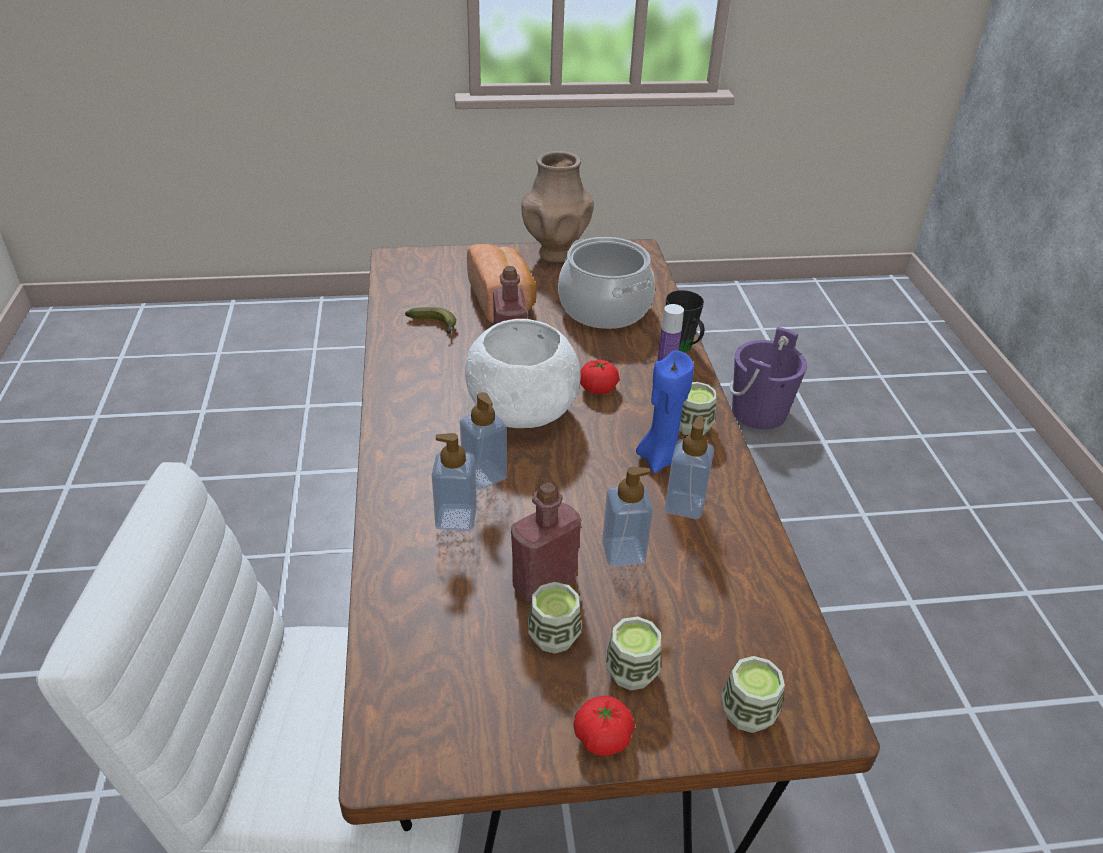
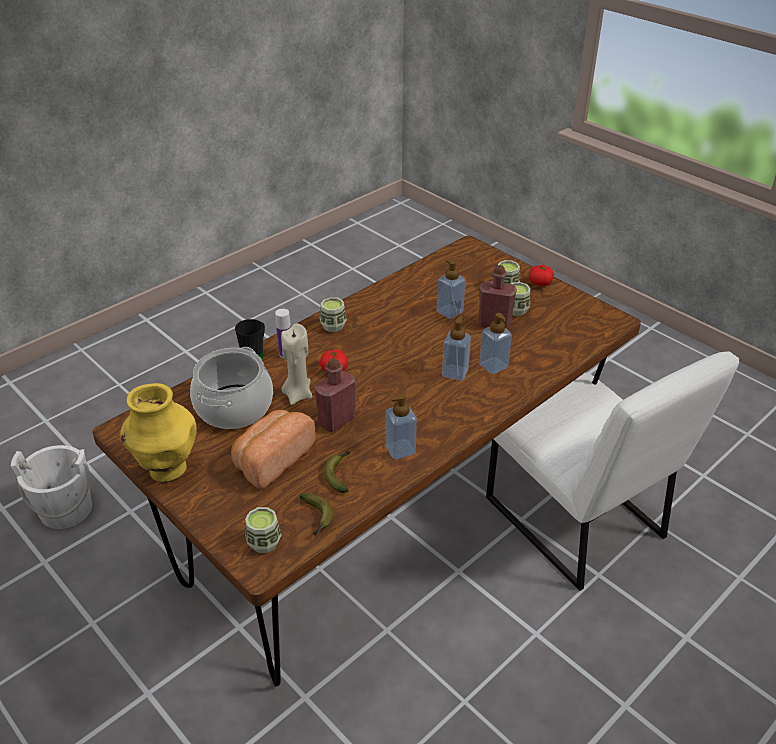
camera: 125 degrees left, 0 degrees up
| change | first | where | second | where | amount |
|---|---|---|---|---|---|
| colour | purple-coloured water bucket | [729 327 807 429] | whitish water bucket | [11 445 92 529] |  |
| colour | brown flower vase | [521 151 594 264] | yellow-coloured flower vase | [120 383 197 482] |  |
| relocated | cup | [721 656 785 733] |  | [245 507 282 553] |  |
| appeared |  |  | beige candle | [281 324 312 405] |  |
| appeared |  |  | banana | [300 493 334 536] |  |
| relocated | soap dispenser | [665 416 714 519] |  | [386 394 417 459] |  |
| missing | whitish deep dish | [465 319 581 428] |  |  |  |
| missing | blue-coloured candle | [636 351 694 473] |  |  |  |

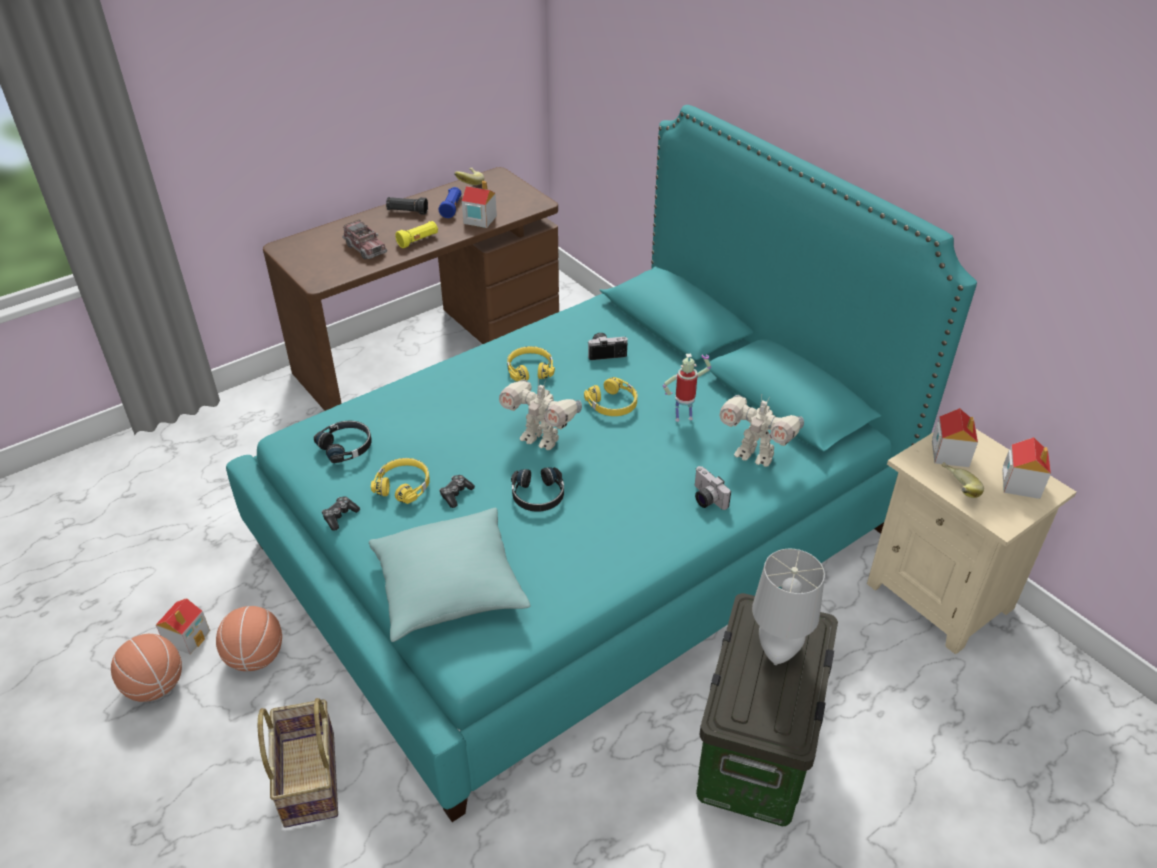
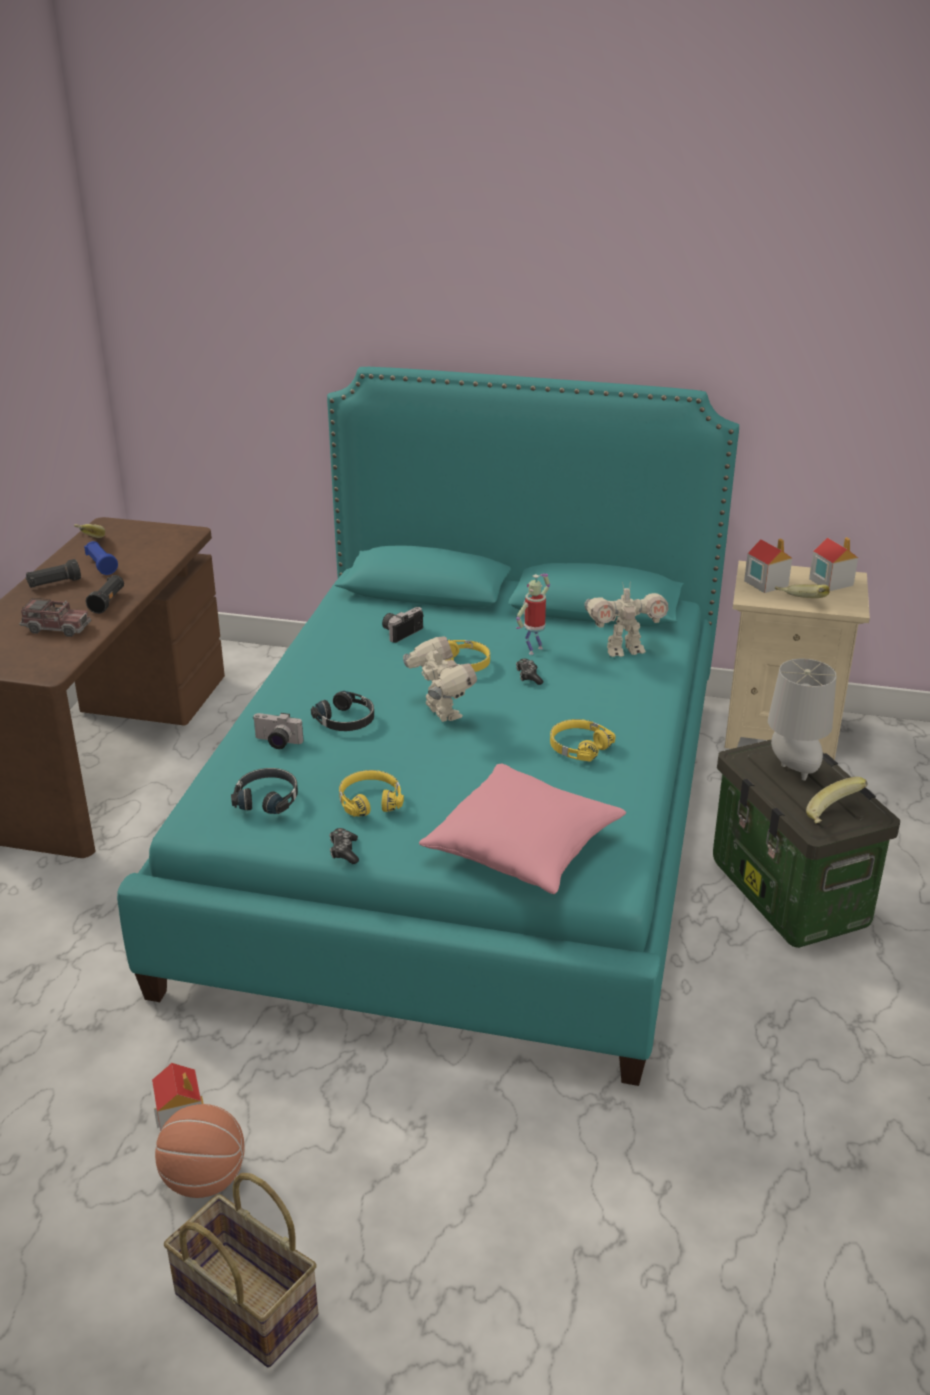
camera: 40 degrees left, 10 degrees down
| change | first | where | second | where | amount |
|---|---|---|---|---|---|
| colour | yellow-coloured flashlight | [395 221 438 248] | black-coloured flashlight | [86 575 124 614] |  |
| relocated | basket | [257 698 338 828] |  | [164 1173 318 1368] |  |
| relocated | still camera | [695 466 731 510] |  | [253 713 303 749] |  |
| relocated | black-coloured headset | [511 467 564 512] |  | [311 691 374 731] |  |
| spun | model robot | [499 378 582 450] |  | [403 636 477 722] | 105 degrees counterclockwise |
| colour | turquoise throw pillow | [369 508 531 642] | pink throw pillow | [419 764 626 894] |  |
| relocated | joypad | [439 475 475 508] |  | [516 659 543 685] |  |
| relocated | yellow-coloured headset | [507 346 555 381] |  | [550 719 616 762] |  |
| appeared |  |  | banana | [806 777 867 823] |  |
| missing | basketball | [216 606 282 671] |  |  |  |
| missing | model house | [462 181 497 228] |  |  |  |

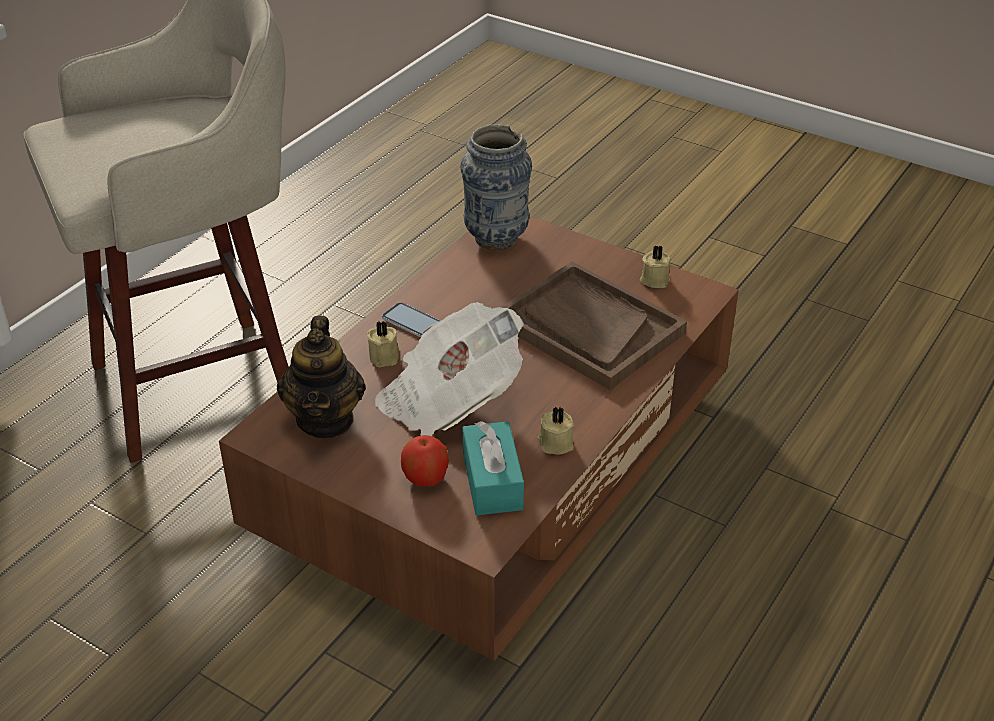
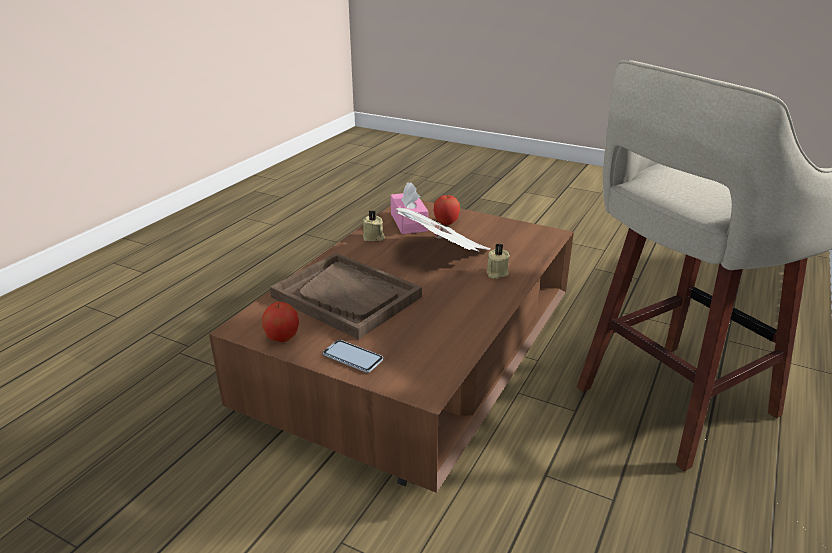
camera: 175 degrees right, 10 degrees down
| change | first | where | second | where | amount |
|---|---|---|---|---|---|
| exchanged | beige candle | [640 245 671 288] | whole apple | [262 302 299 342] |  |
| relocated | handset | [382 302 441 337] |  | [323 340 383 373] |  |
| colour | turquoise tissue box | [463 421 524 516] | pink tissue box | [391 182 428 234] |  |
| missing | tea pot | [277 316 366 438] |  |  |  |
| missing | flower vase | [461 124 532 250] |  |  |  |

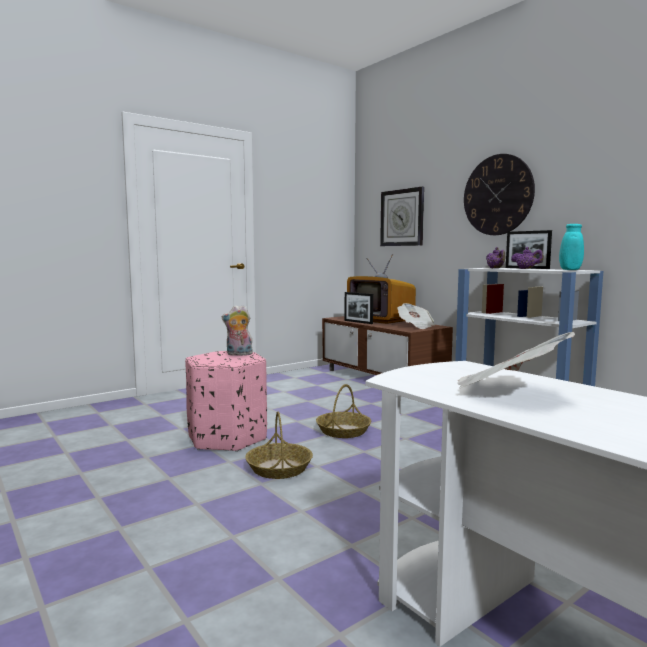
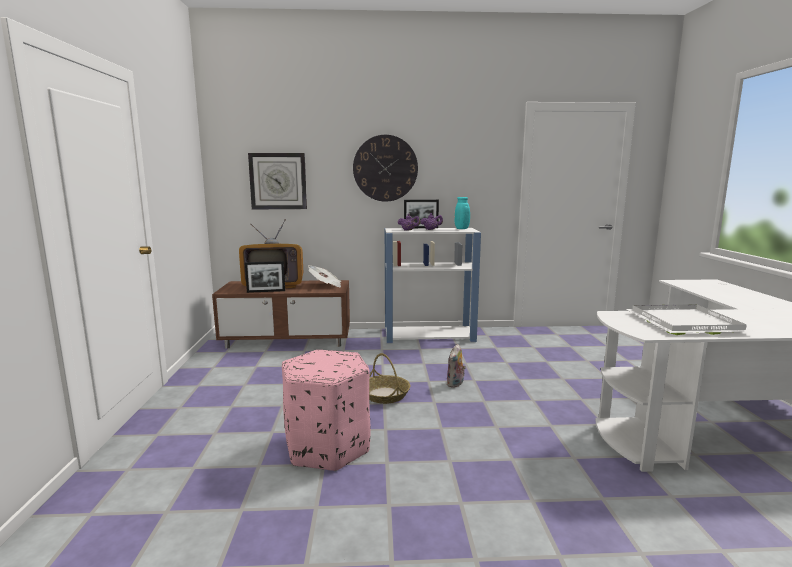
camera: 55 degrees left, 5 degrees up
| change | first | where | second | where | amount |
|---|---|---|---|---|---|
| relocated | soft toy | [222 305 253 356] |  | [446 344 466 388] |  |
| exchanged | daily paper | [458 332 575 389] | whitish carrying tray | [626 304 755 335] |  |
| missing | basket | [245 412 313 479] |  |  |  |

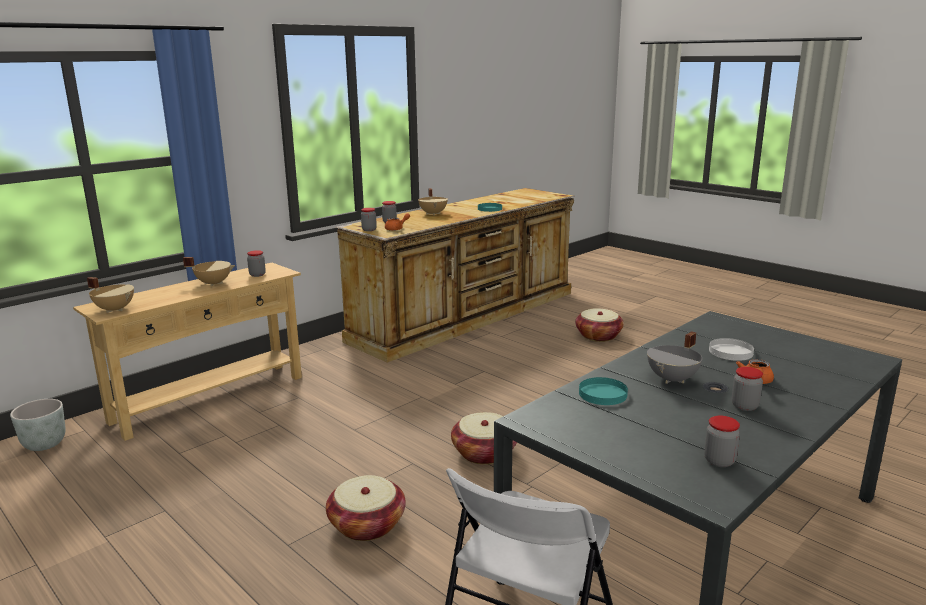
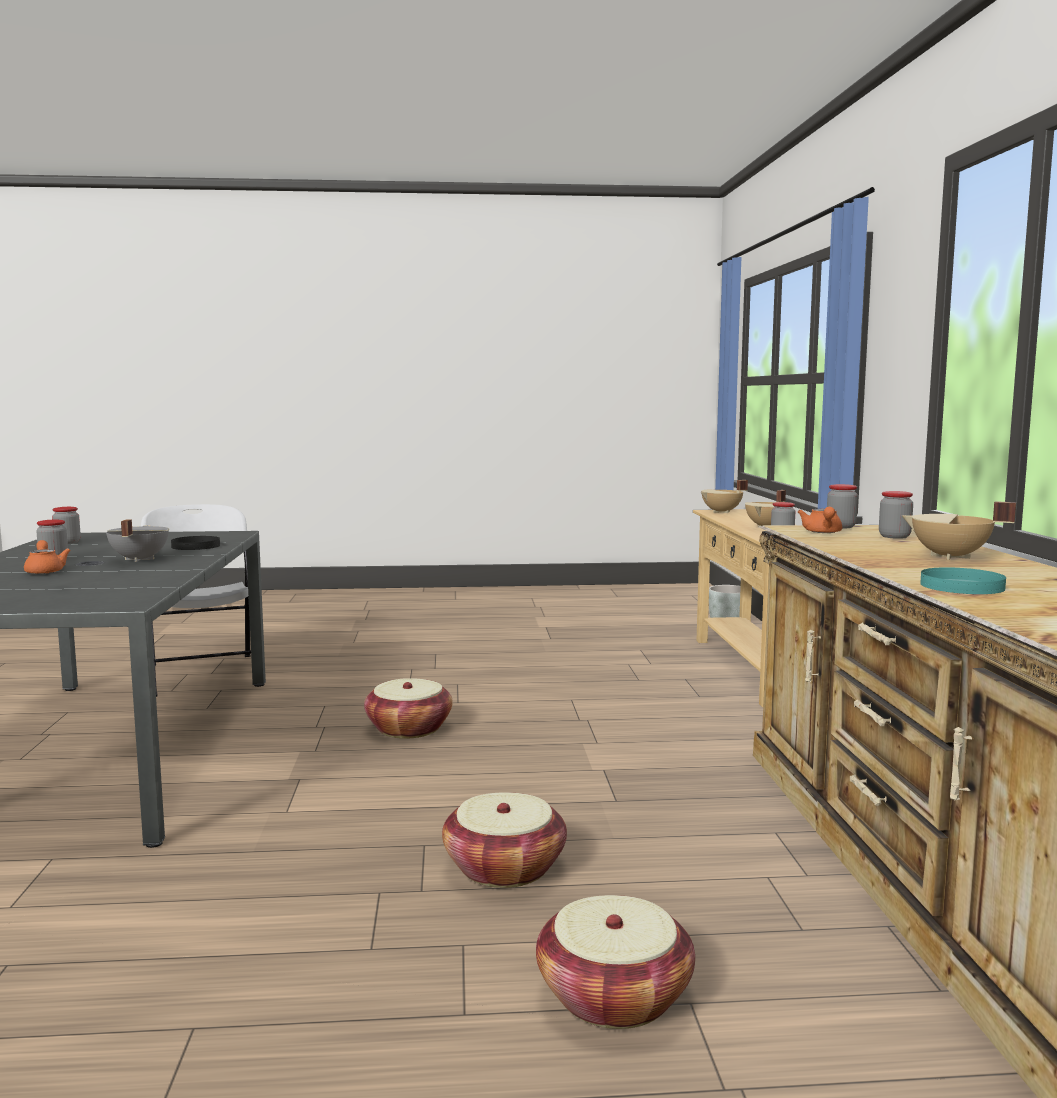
camera: 130 degrees right, 10 degrees down
| change | first | where | second | where | amount |
|---|---|---|---|---|---|
| colour | turquoise dinner plate | [579 377 628 405] | black-coloured dinner plate | [171 536 220 550] |  |
| relocated | basket | [326 475 406 541] |  | [442 792 567 888] |  |
| missing | whitish dinner plate | [709 338 754 361] |  |  |  |

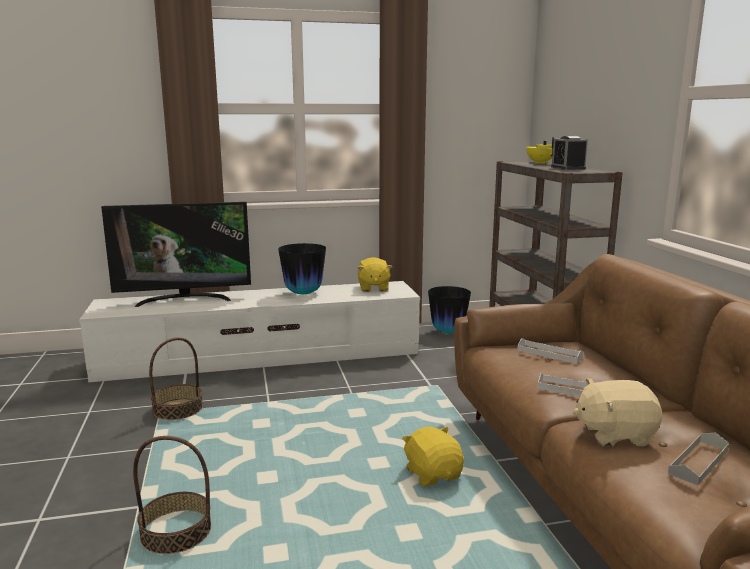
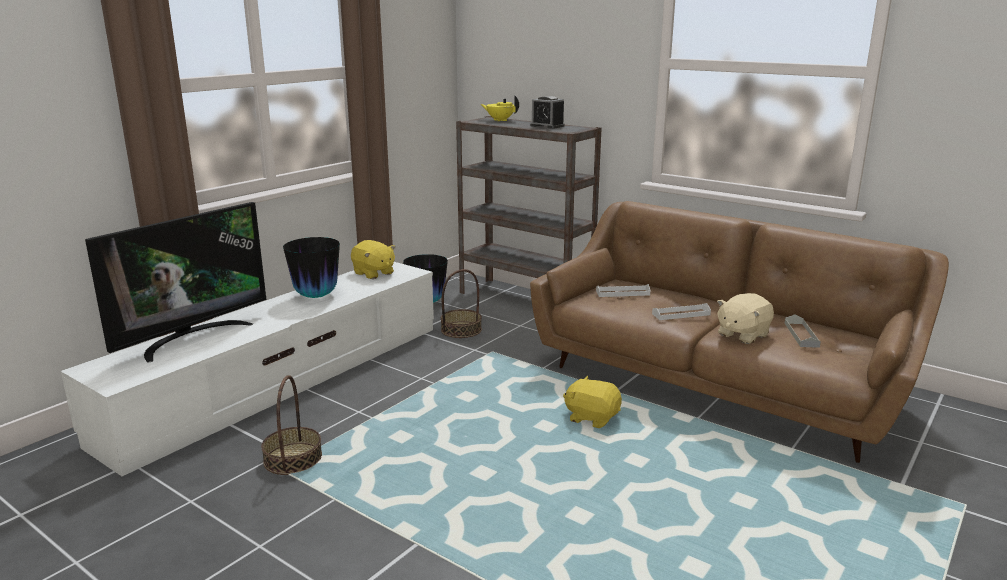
camera: 40 degrees left, 5 degrees up
| change | first | where | second | where | amount |
|---|---|---|---|---|---|
| relocated | basket | [133 436 211 554] |  | [441 269 482 338] |  |

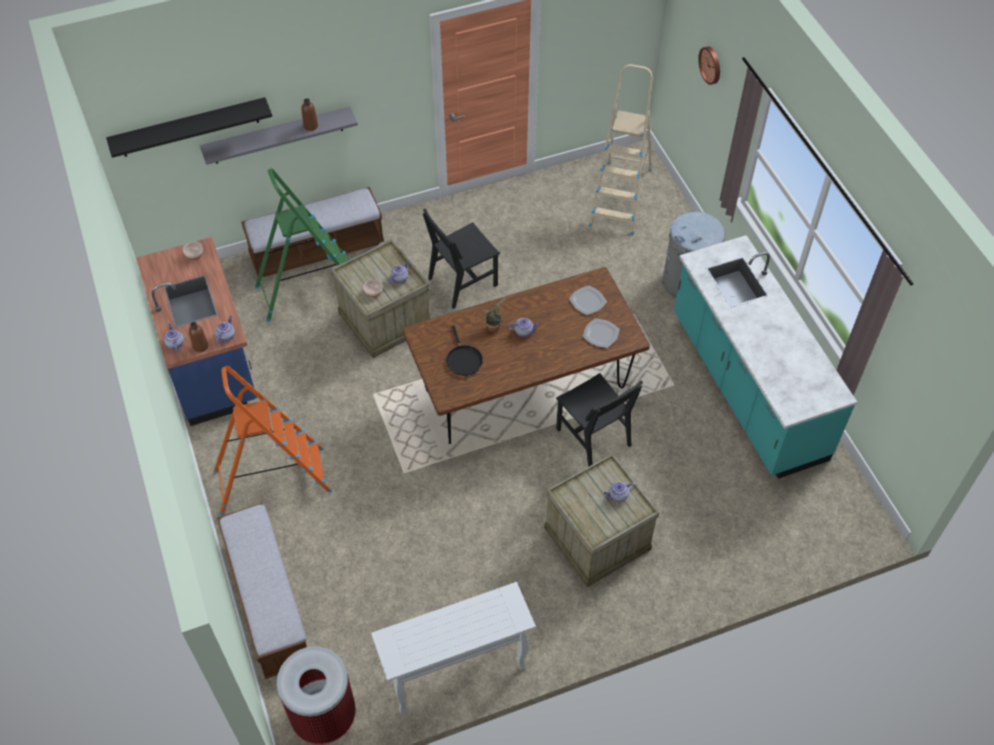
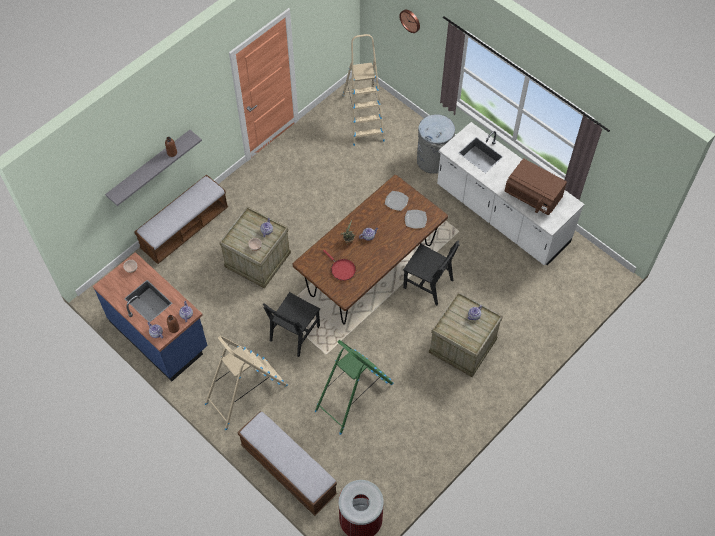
camera: 25 degrees left, 5 degrees up
| change | first | where | second | where | amount |
|---|---|---|---|---|---|
| colour | orangey stepladder | [214 366 332 515] | beige stepladder | [205 335 288 430] |  |
| relocated | black-coloured chair | [423 208 500 309] |  | [263 292 320 357] |  |
| relocated | green stepladder | [255 168 350 322] |  | [315 340 393 435] |  |
| colour | black-coloured pan | [446 325 483 376] | red-coloured pan | [323 250 356 281] |  |
| colour | turquoise kitchen counter | [674 235 857 479] | whitish kitchen counter | [437 122 584 265] |  |
| appeared |  |  | brown kitchen microwave | [505 158 567 215] |  |
| missing | black-coloured bracket shelf | [106 97 272 158] |  |  |  |
| missing | whitish hall table | [371 582 536 714] |  |  |  |

